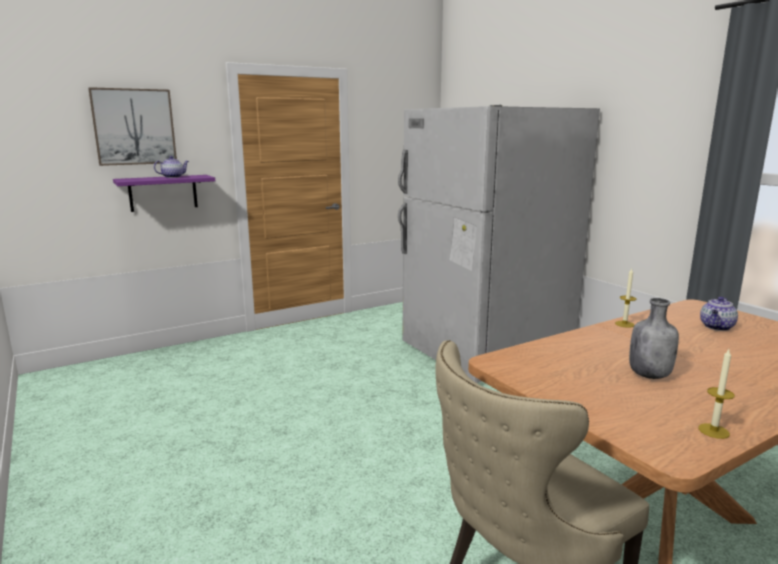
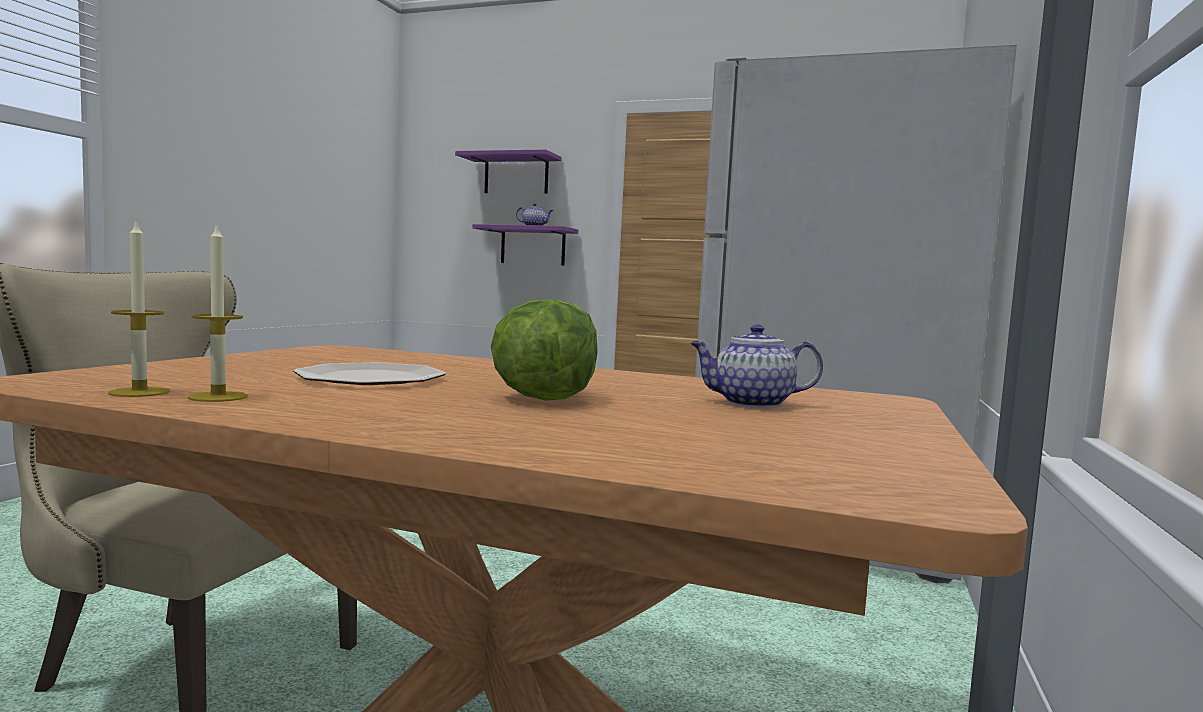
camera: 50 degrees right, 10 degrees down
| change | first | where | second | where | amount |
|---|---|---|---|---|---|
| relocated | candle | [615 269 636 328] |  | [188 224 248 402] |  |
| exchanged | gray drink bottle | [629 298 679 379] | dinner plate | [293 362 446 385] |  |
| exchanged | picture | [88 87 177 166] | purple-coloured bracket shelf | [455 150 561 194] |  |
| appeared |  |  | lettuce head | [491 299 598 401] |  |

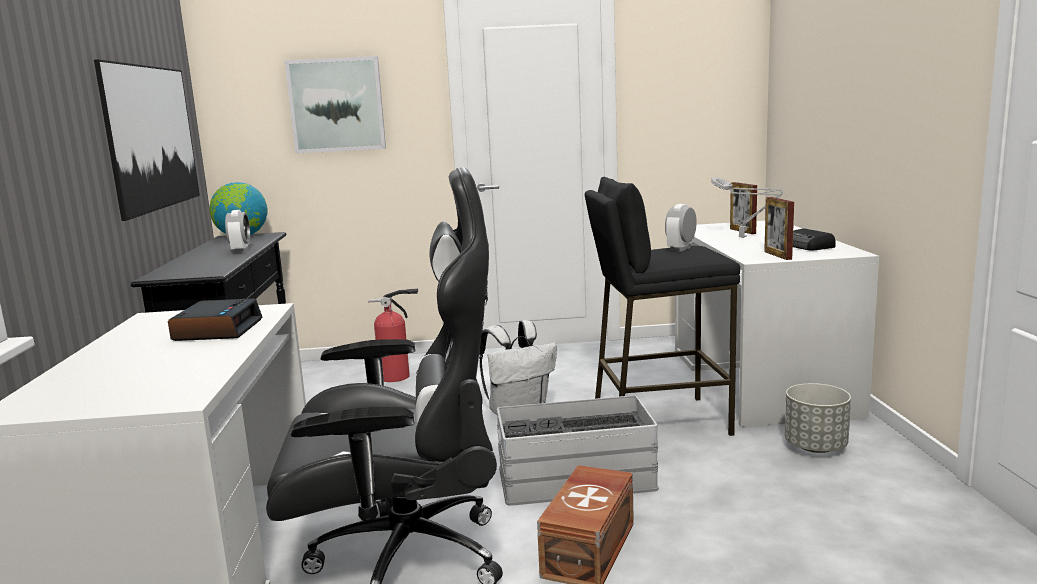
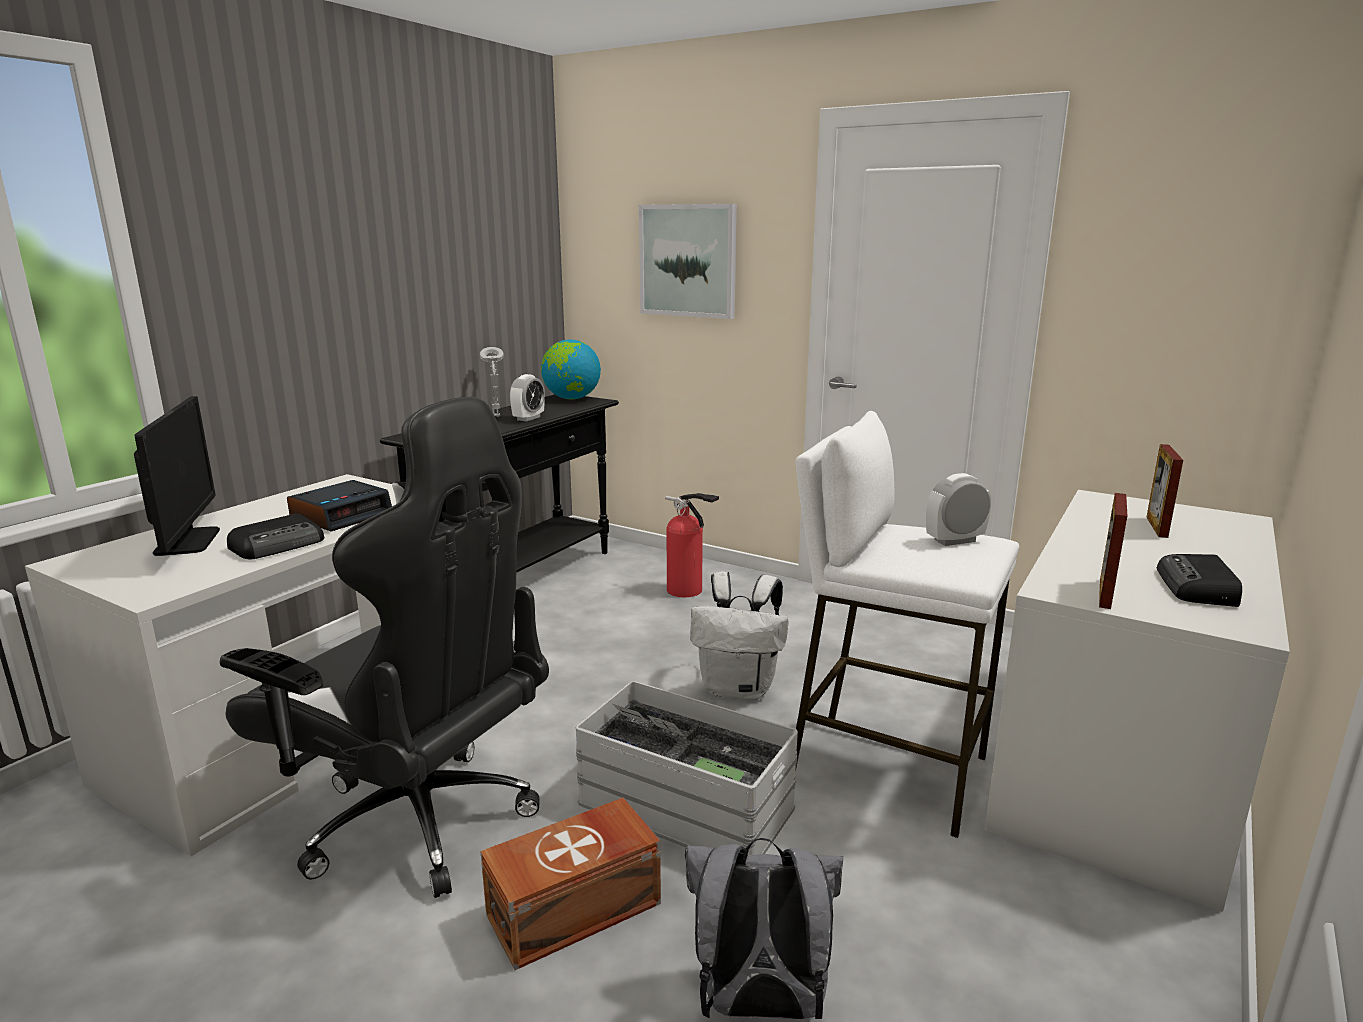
camera: 35 degrees right, 5 degrees up
| change | first | where | second | where | amount |
|---|---|---|---|---|---|
| appeared |  |  | computer display | [134 396 220 556] |  |
| appeared |  |  | radio receiver | [227 514 324 559] |  |
| relocated | gray table lamp | [711 177 783 238] |  | [480 347 504 417] |  |
| appeared |  |  | gray backpack | [685 838 843 1019] |  |
| colour | black-coloured stool | [585 177 740 436] | whitish stool | [795 411 1019 839] |  |
| missing | picture | [94 59 200 221] |  |  |  |
| missing | gray flower pot | [785 383 851 453] |  |  |  |

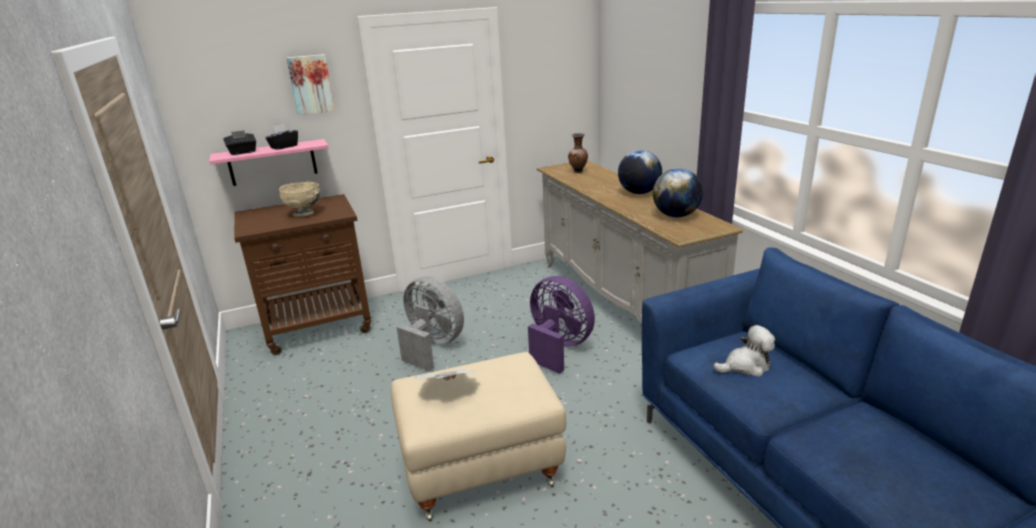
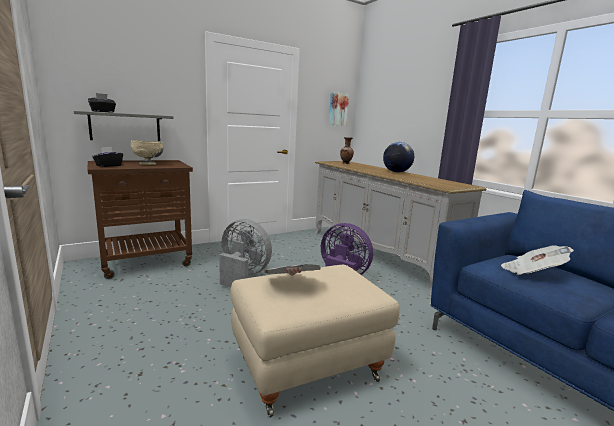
camera: 10 degrees left, 10 degrees down
| change | first | where | second | where | amount |
|---|---|---|---|---|---|
| colour | pink bracket shelf | [209 139 328 186] | gray bracket shelf | [74 111 173 141] |  |
| relocated | black-coloured tissue box | [265 124 298 150] |  | [92 147 123 167] |  |
| relocated | picture | [286 54 335 115] |  | [329 92 349 126] |  |
| exchanged | soft toy | [713 325 775 377] | daily paper | [501 245 574 275] |  |
| missing | globe | [653 168 703 217] |  |  |  |

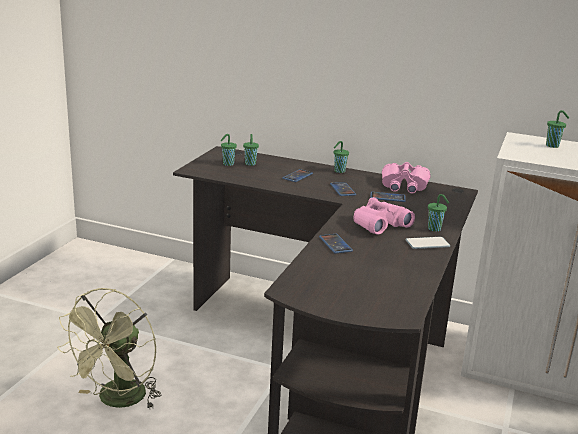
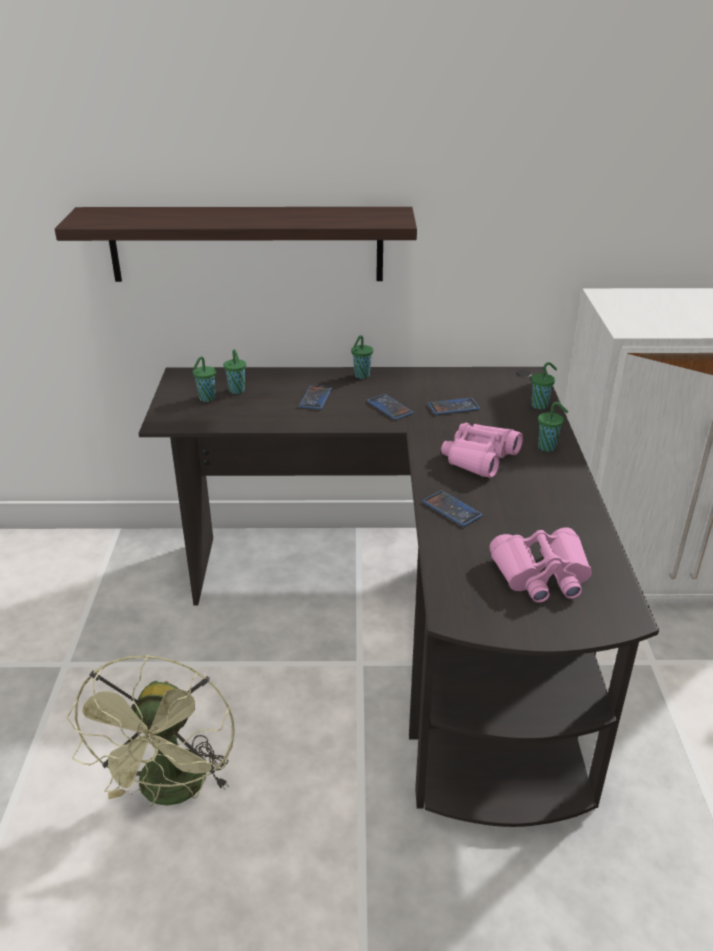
camera: 20 degrees left, 10 degrees up
| change | first | where | second | where | amount |
|---|---|---|---|---|---|
| appeared |  |  | bracket shelf | [55 207 417 282] |  |
| relocated | pink binoculars | [382 162 430 193] |  | [489 528 592 603] |  |
| relocated | green cup | [546 110 569 148] |  | [531 362 557 409] |  |
| missing | handset | [406 237 450 249] |  |  |  |

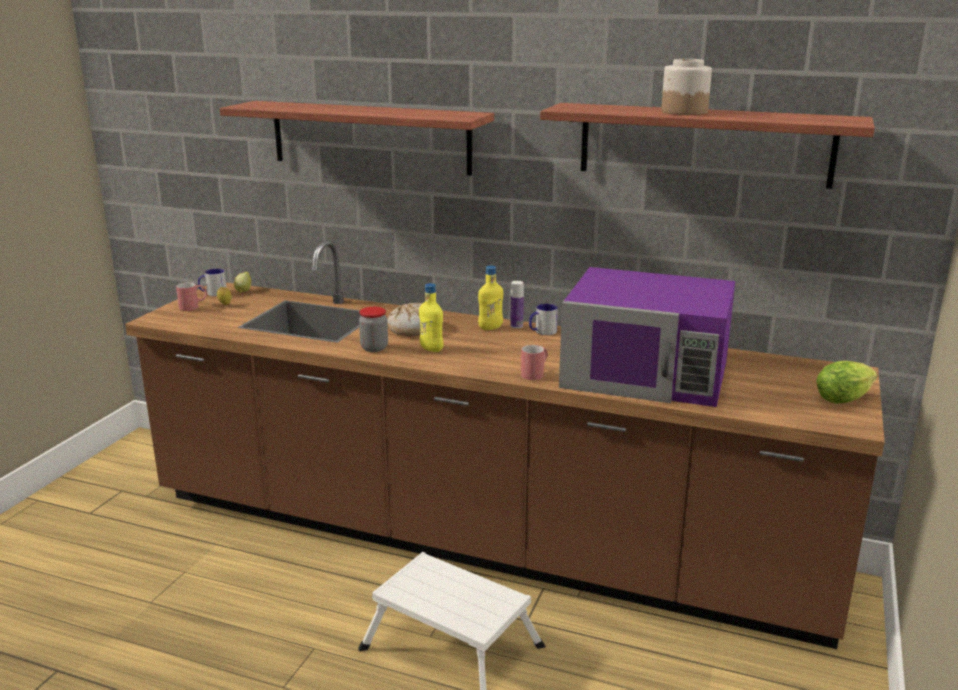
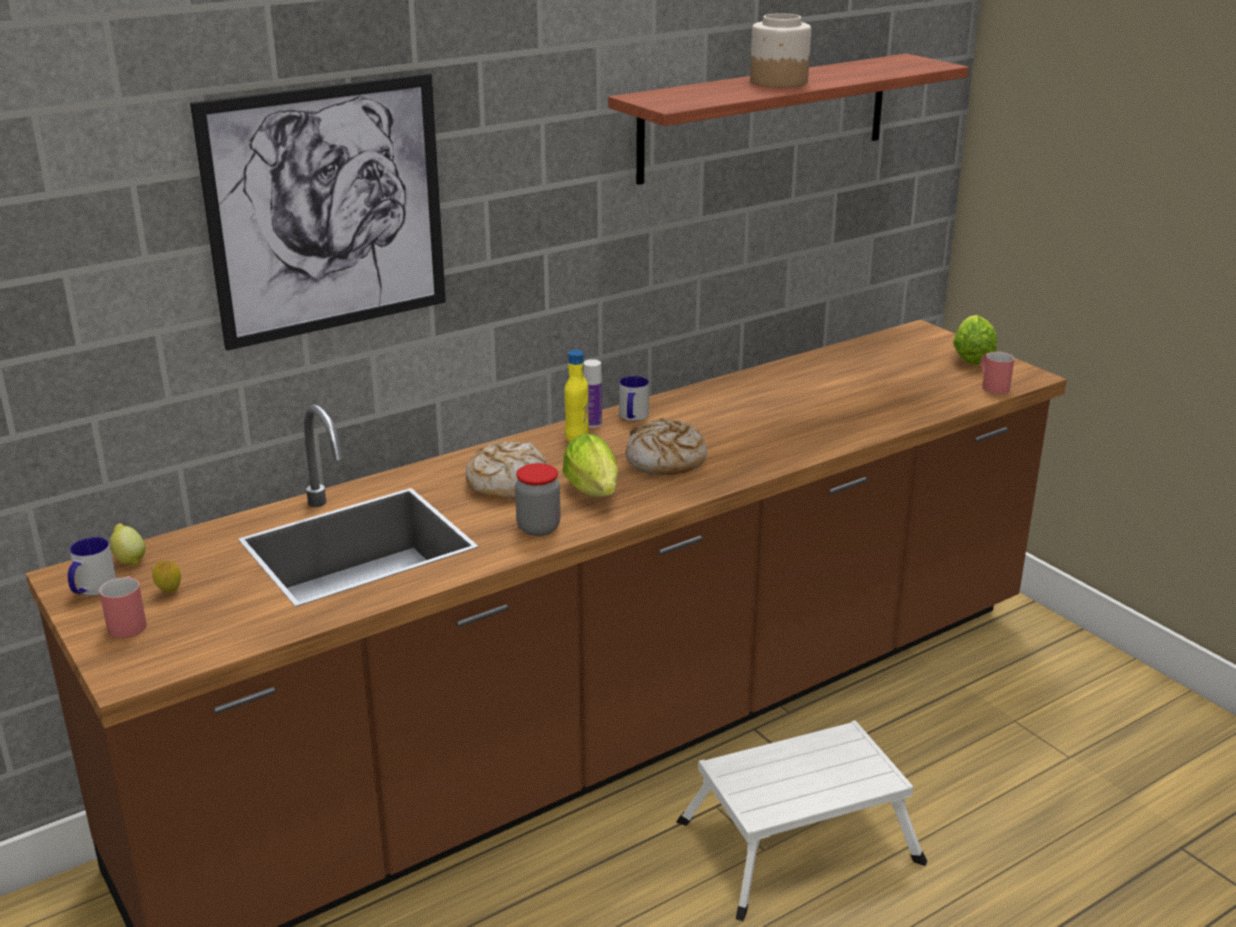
camera: 55 degrees left, 5 degrees up
| change | first | where | second | where | amount |
|---|---|---|---|---|---|
| exchanged | bracket shelf | [220 101 494 176] | picture | [190 73 446 350] |  |
| exchanged | yellow-coloured drink bottle | [419 283 444 352] | lettuce head | [562 434 618 497] |  |
| appeared |  |  | bakery bread | [626 418 707 475] |  |
| relocated | red-coloured mug | [521 345 548 380] |  | [980 352 1015 394] |  |
| missing | purple-coloured kitchen microwave | [559 267 735 407] |  |  |  |

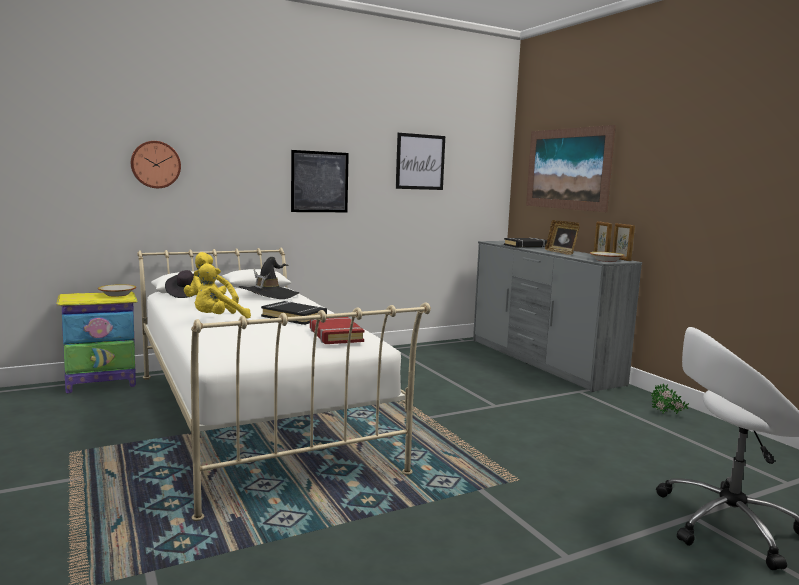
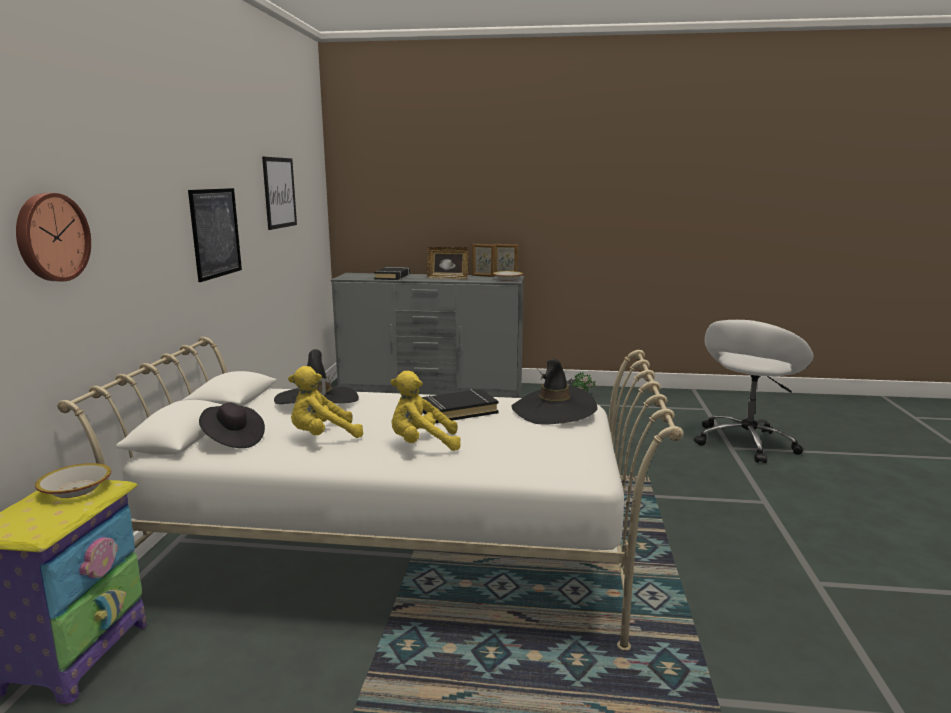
camera: 55 degrees left, 5 degrees up
| change | first | where | second | where | amount |
|---|---|---|---|---|---|
| spun | yellow-coloured soft toy | [194 263 251 319] |  | [391 371 461 451] | 90 degrees clockwise |
| exchanged | red-coloured book | [310 317 364 344] | black-coloured wearable hat | [511 359 597 425] |  |
| missing | picture | [526 125 616 212] |  |  |  |

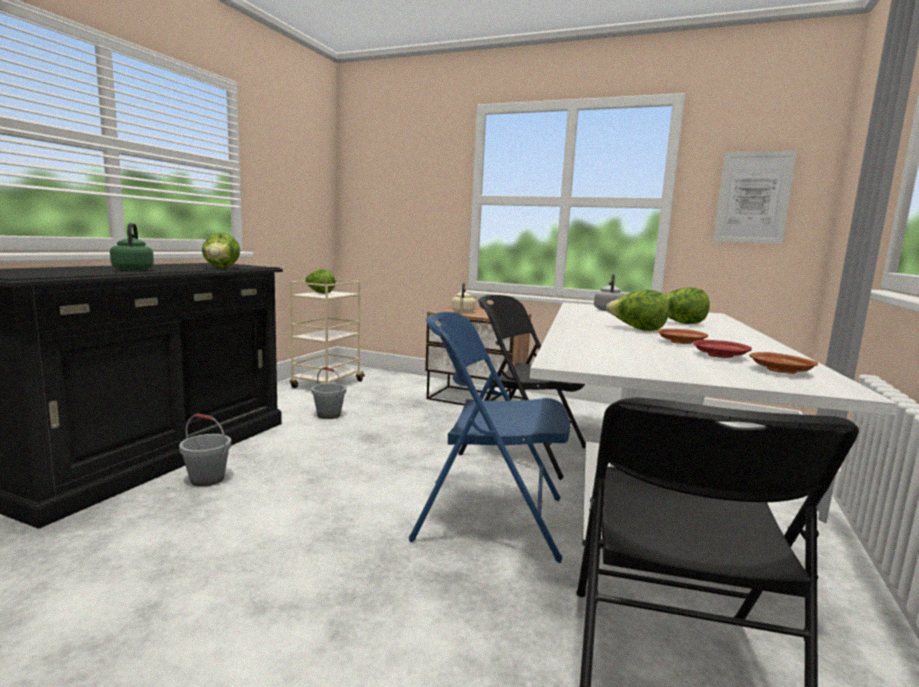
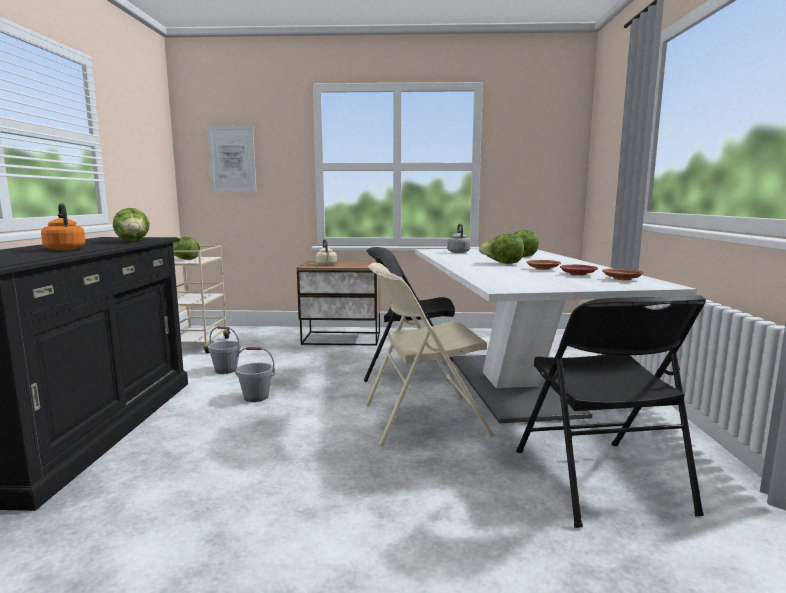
camera: 20 degrees left, 0 degrees up
| change | first | where | second | where | amount |
|---|---|---|---|---|---|
| colour | green kettle | [110 223 154 271] | orangey kettle | [41 203 85 250] |  |
| relocated | picture | [713 151 797 244] |  | [207 126 256 192] |  |
| relocated | gray water bucket | [179 413 231 486] |  | [235 347 275 402] |  |
| colour | blue-coloured chair | [409 312 570 563] | beige chair | [366 263 493 447] |  |

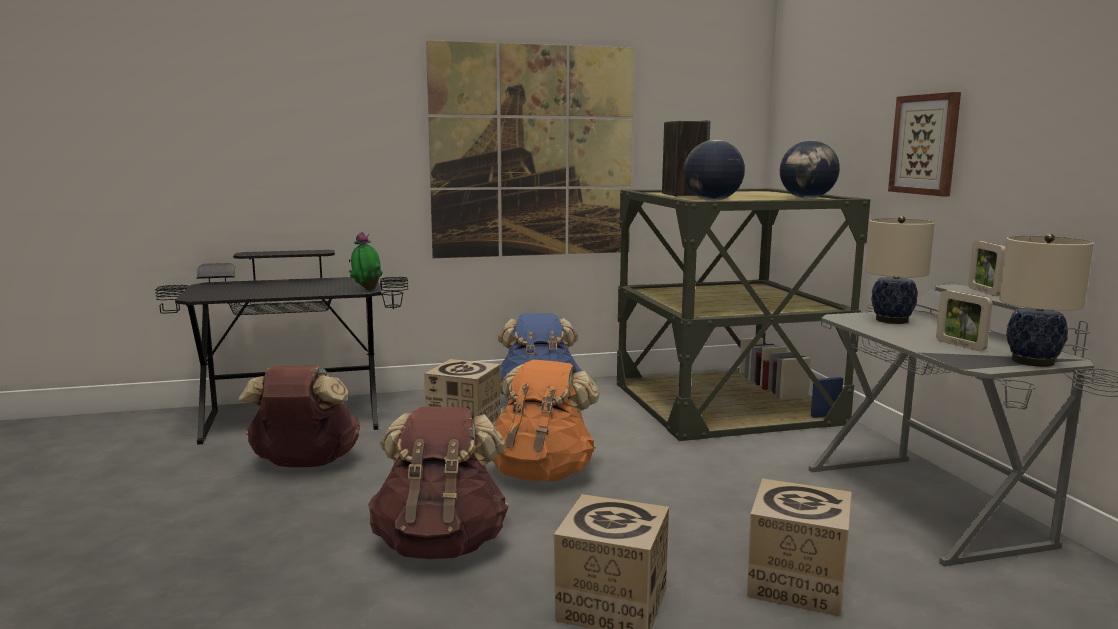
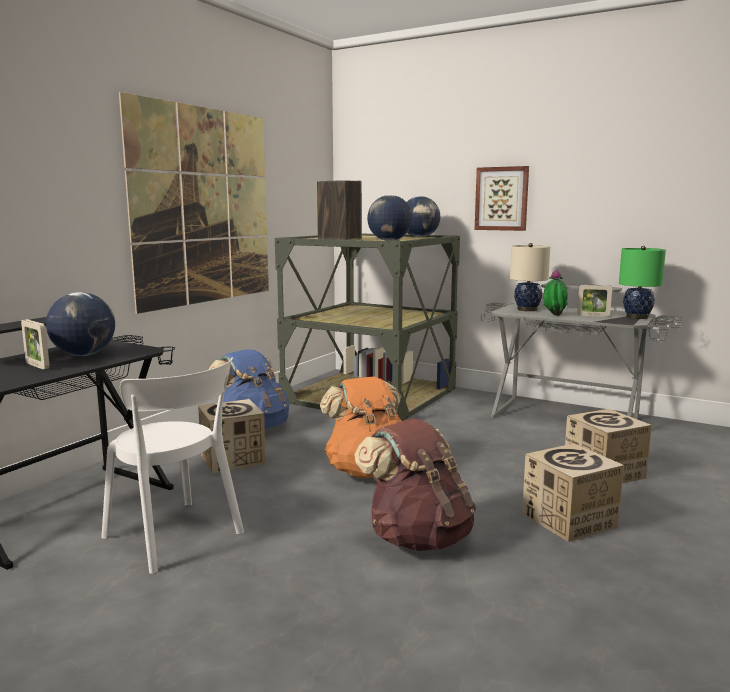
camera: 45 degrees left, 0 degrees up
| change | first | where | second | where | amount |
|---|---|---|---|---|---|
| relocated | standing frame | [968 241 1006 296] |  | [21 319 50 370] |  |
| appeared |  |  | globe | [46 292 115 356] |  |
| exchanged | brown backpack | [238 366 360 467] | whitish chair | [101 357 244 574] |  |
| relocated | plant in a pot | [350 232 383 291] |  | [543 270 568 316] |  |
| colour | beige table lamp | [999 234 1094 367] | green table lamp | [619 246 666 319] |  |

